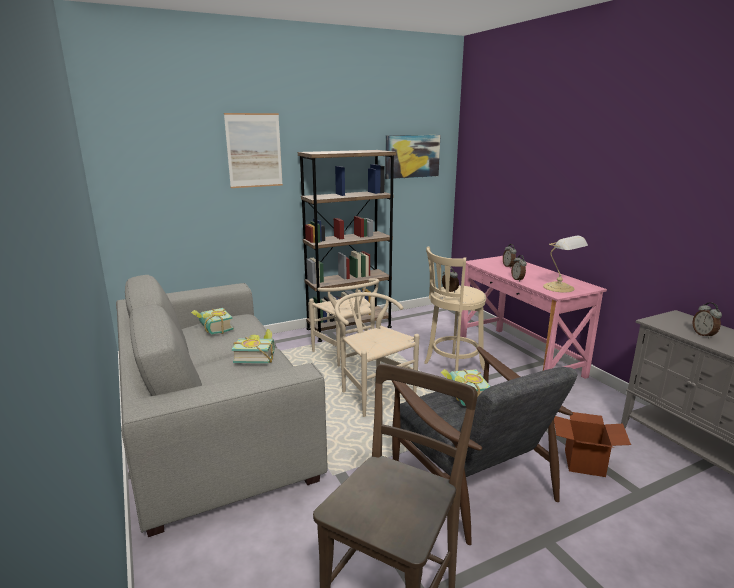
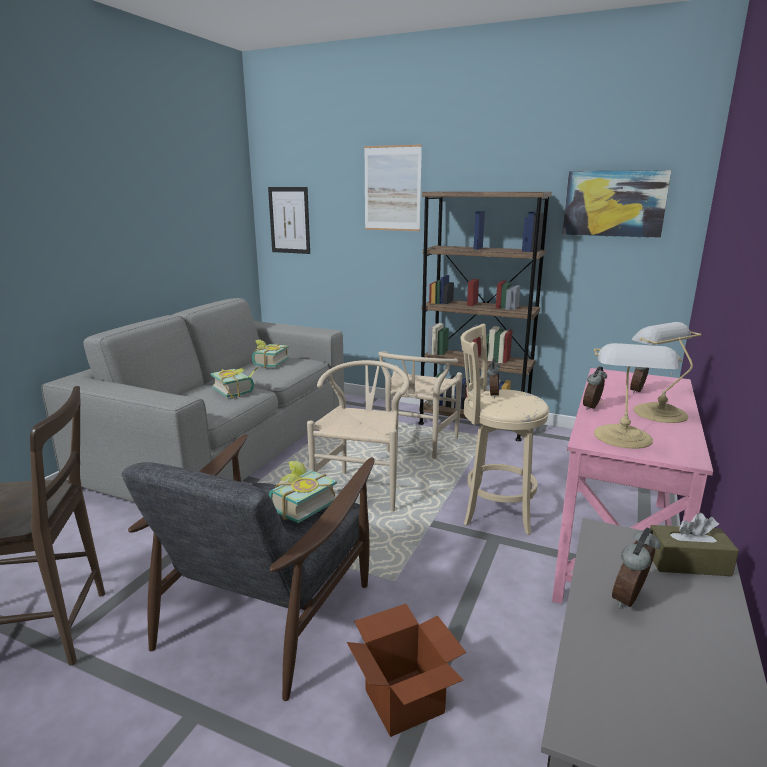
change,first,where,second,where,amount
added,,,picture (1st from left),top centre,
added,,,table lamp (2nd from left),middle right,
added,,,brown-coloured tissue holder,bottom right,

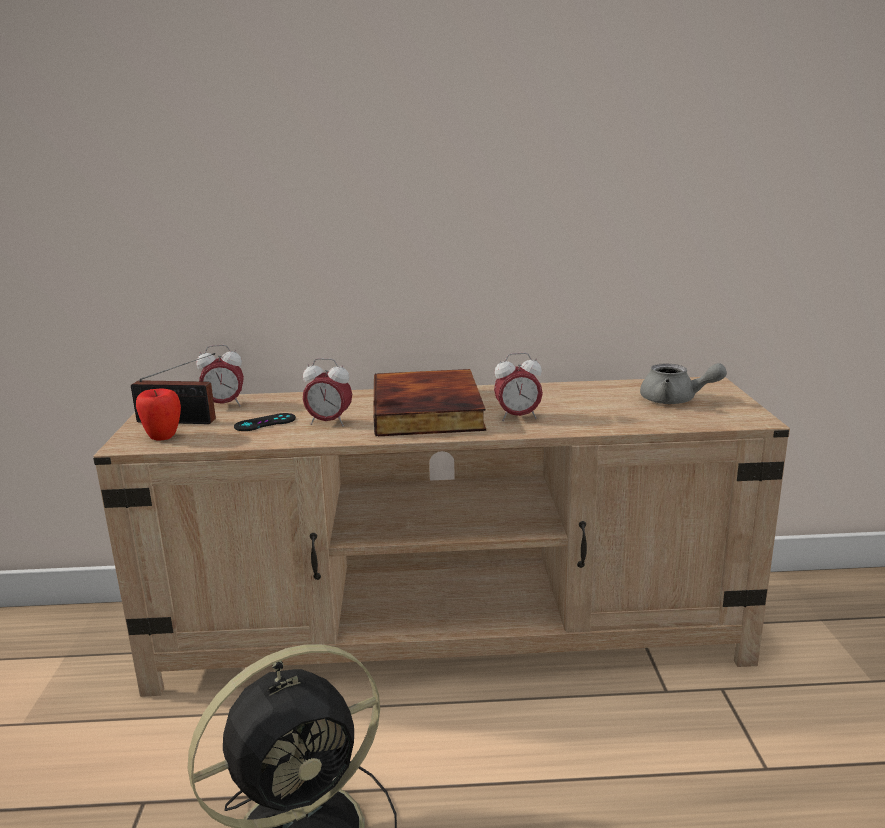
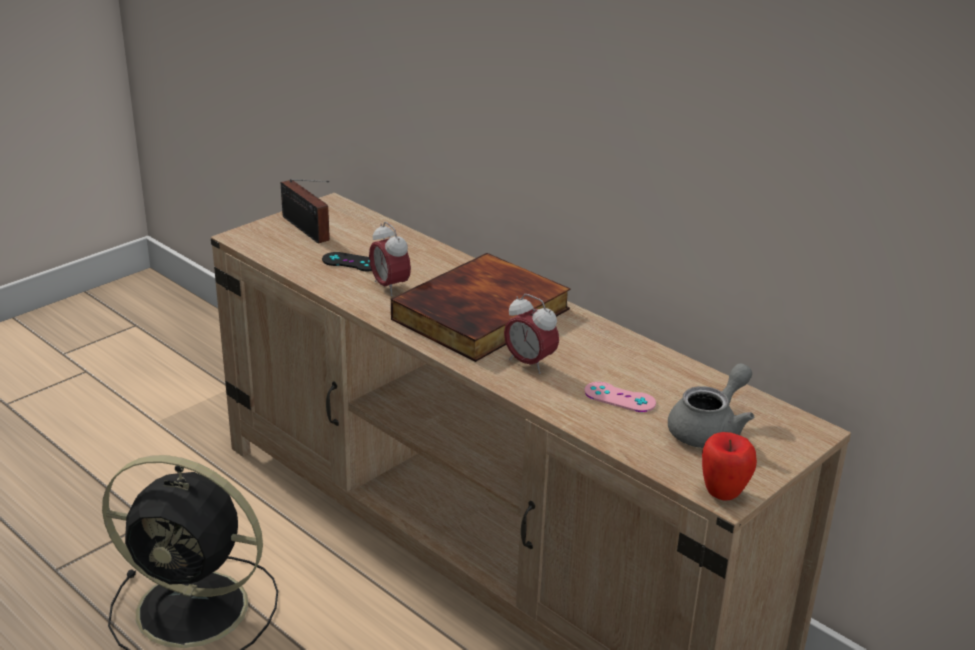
change,first,where,second,where,amount
removed,table clock (1st from left),middle left,,,
added,,,pink gamepad,centre,
moved,whole apple,middle left,,bottom right,
turned,grey pot for tea,middle right,,middle right,120 degrees counterclockwise

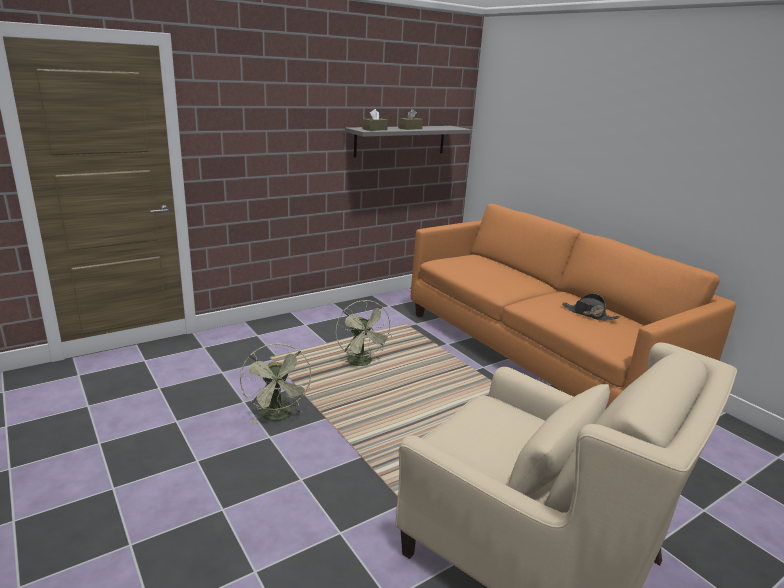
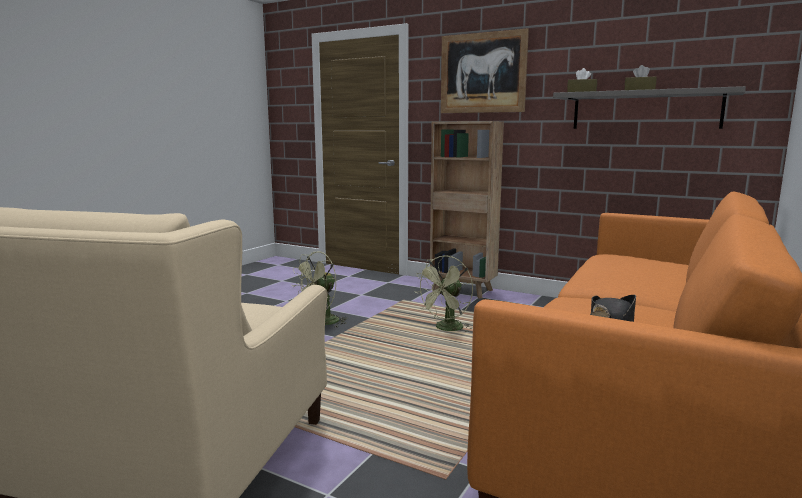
change,first,where,second,where,amount
added,,,brown-coloured bookshelf,centre,
added,,,picture,top centre,

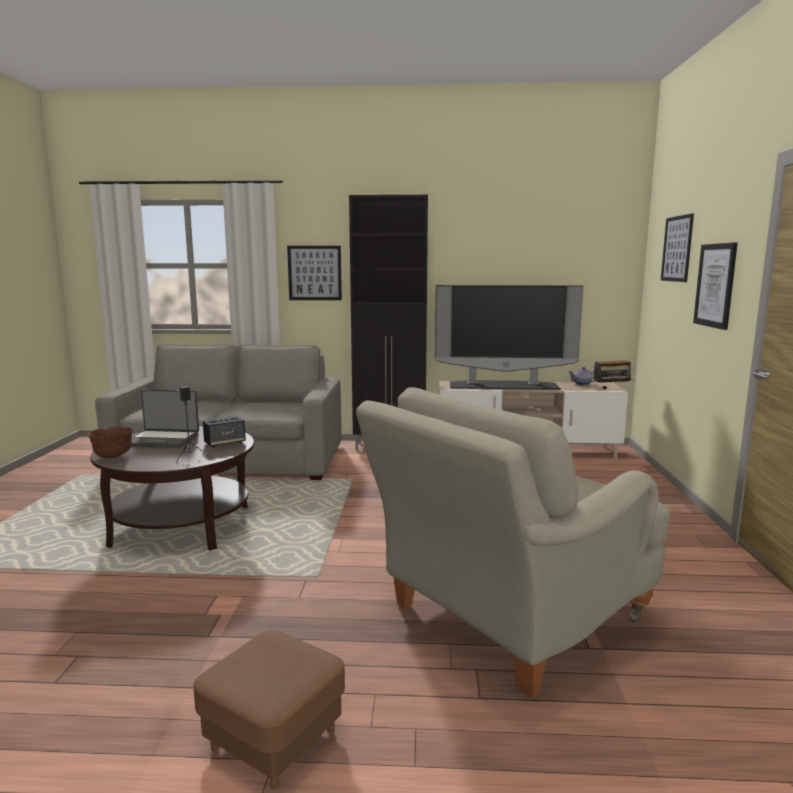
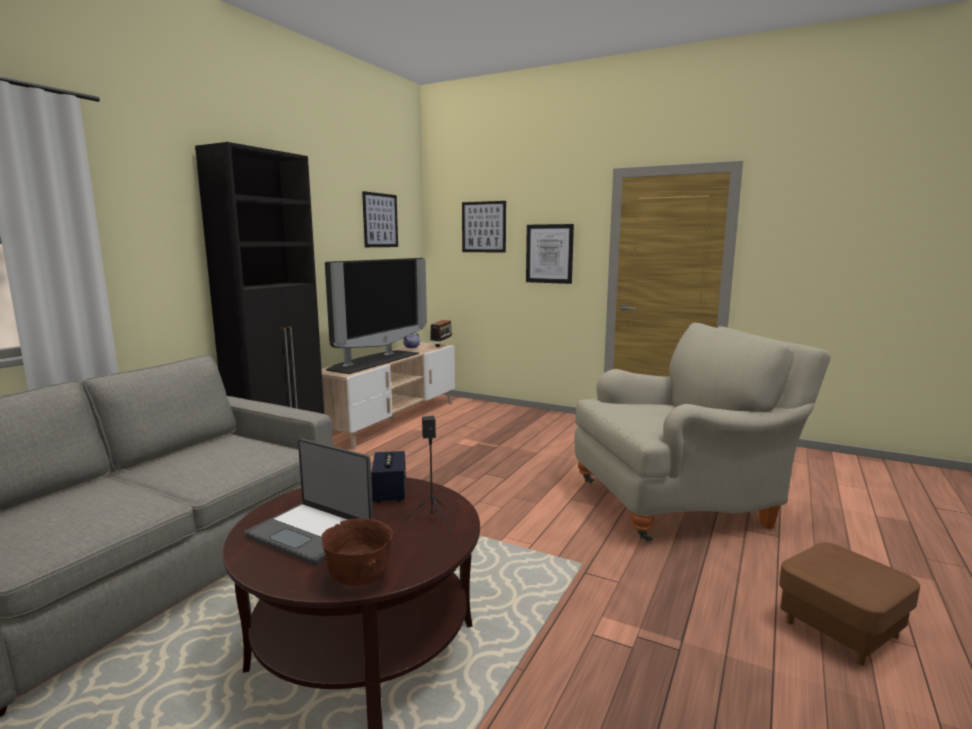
change,first,where,second,where,amount
moved,picture (1st from left),centre,,top centre,
turned,portable computer,middle left,,bottom left,90 degrees clockwise
turned,sand-coloured easy chair,bottom centre,,middle right,90 degrees counterclockwise

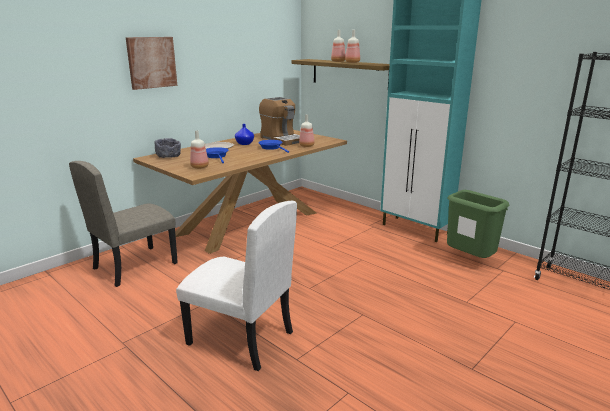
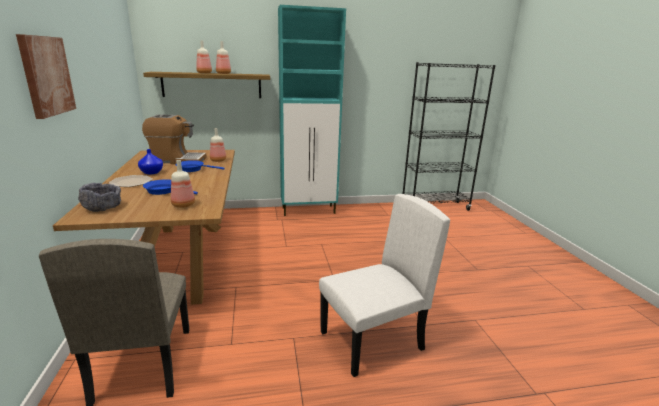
change,first,where,second,where,amount
removed,green-coloured rubbish bin,middle right,,,

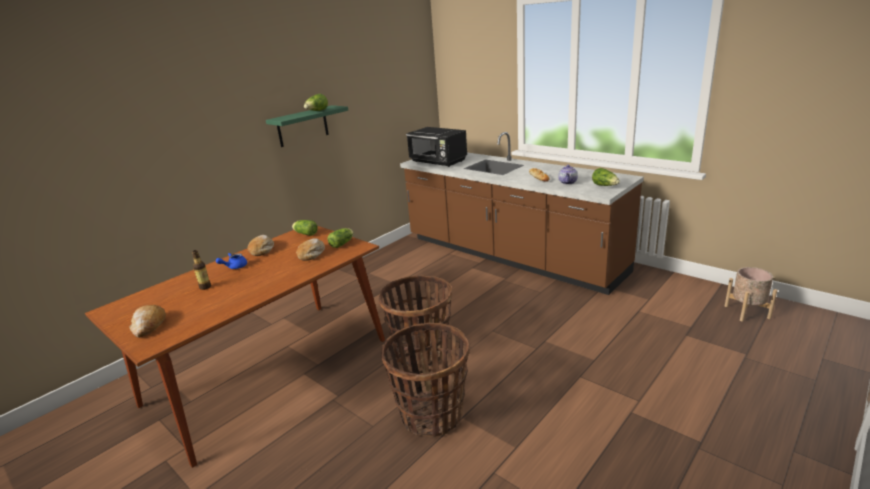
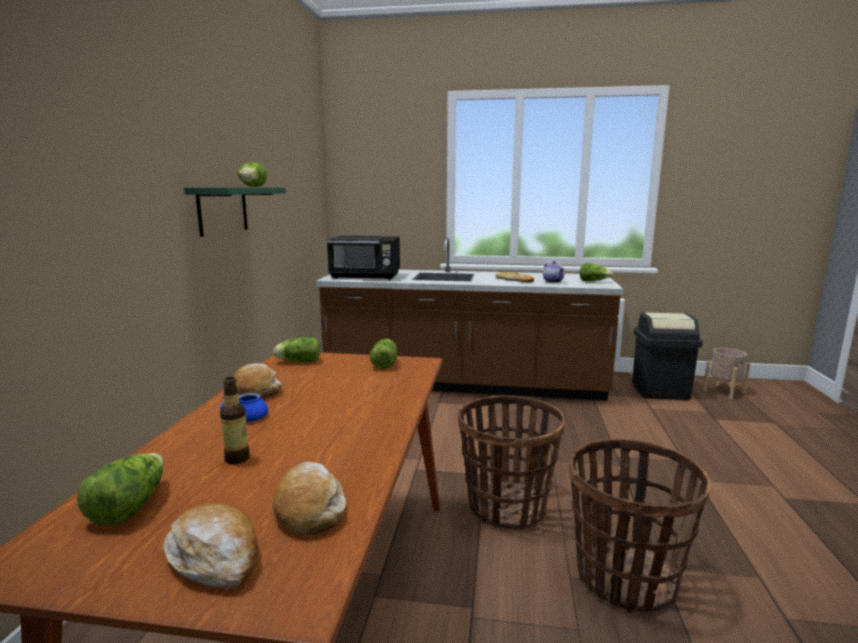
change,first,where,second,where,amount
added,,,head of lettuce (1st from left),bottom left,
added,,,blackish rubbish bin,middle right,
moved,bakery bread (3rd from left),centre,,bottom centre,

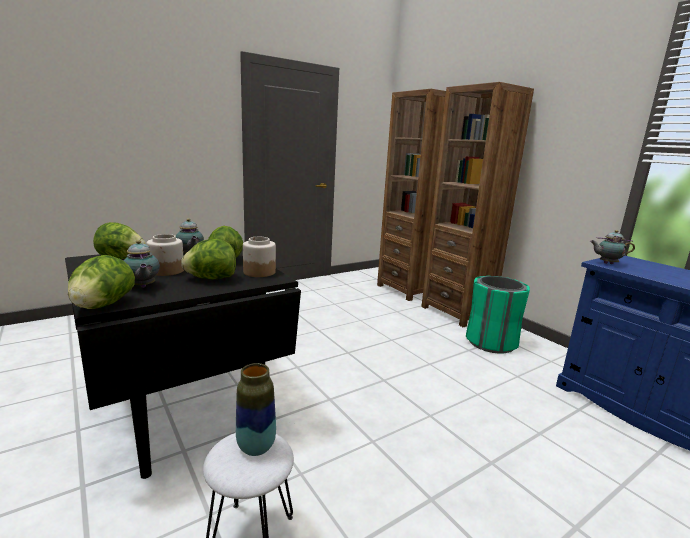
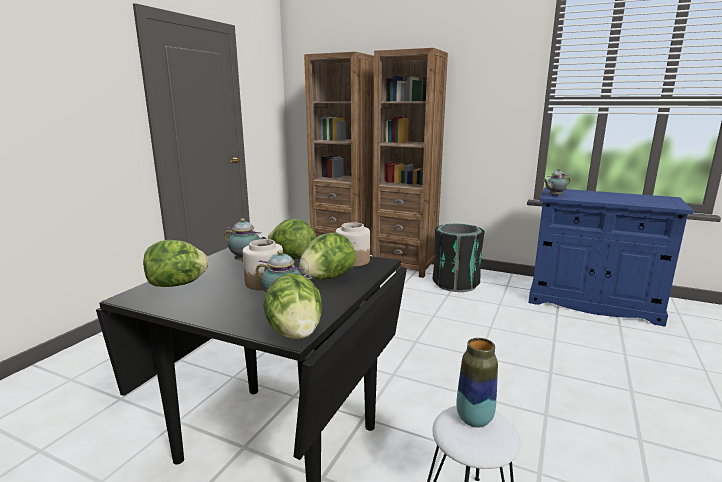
change,first,where,second,where,amount
recoloured,green-coloured rubbish bin,middle right,blackish rubbish bin,centre,

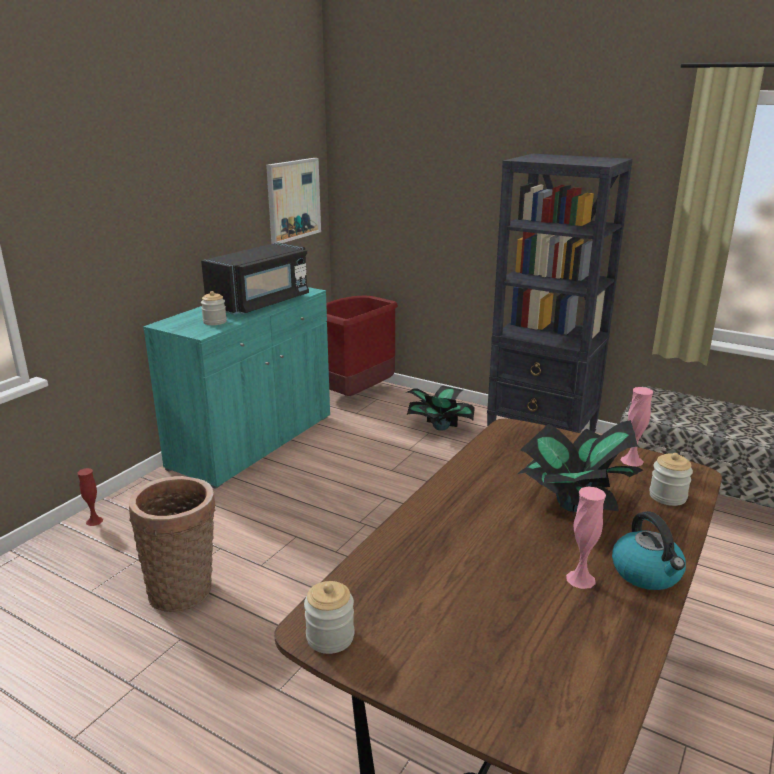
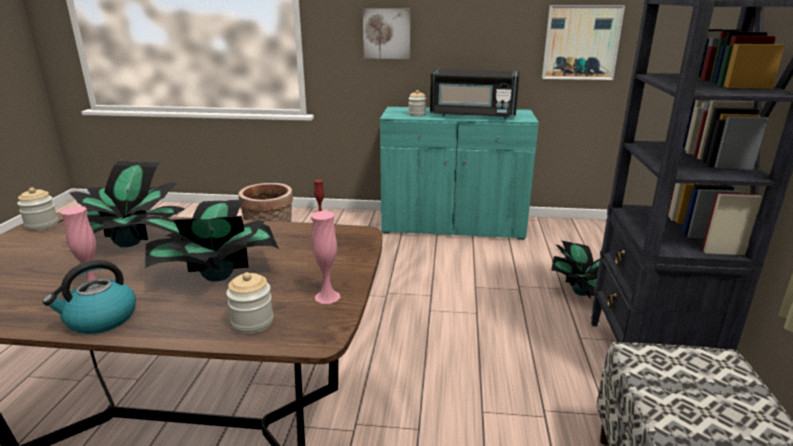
change,first,where,second,where,amount
removed,red rubbish bin,centre,,,
added,,,houseplant (1st from left),middle left,
added,,,picture (1st from left),top centre,

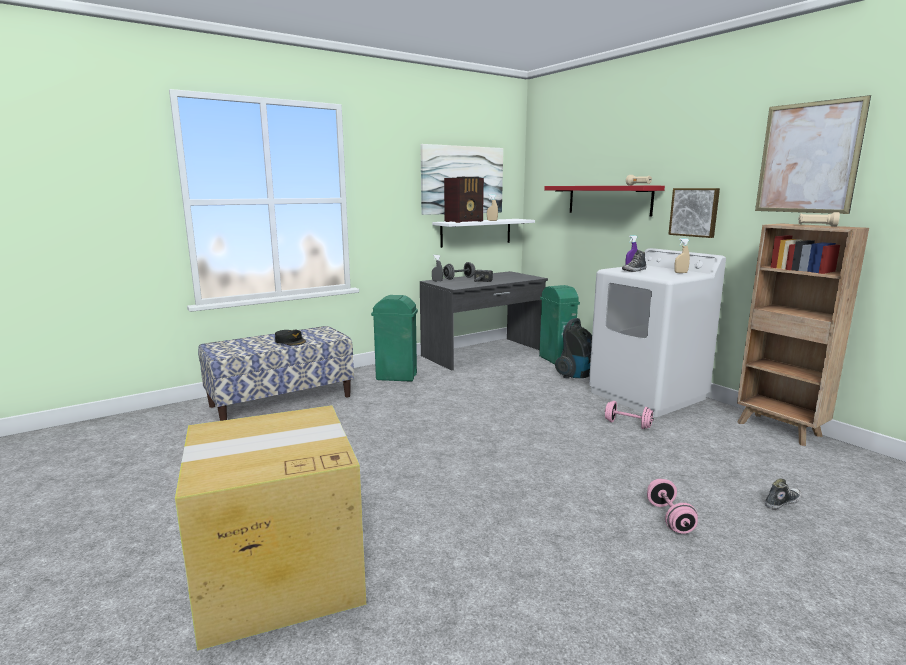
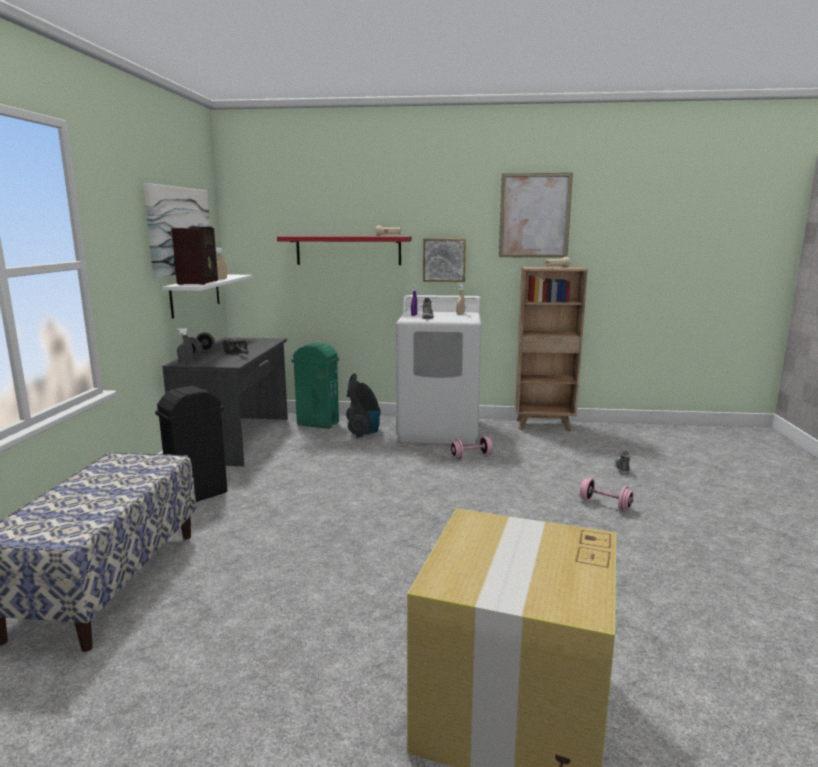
change,first,where,second,where,amount
removed,blackish peaked cap,middle left,,,
recoloured,green-coloured rubbish bin (1st from left),centre,blackish rubbish bin,middle left,

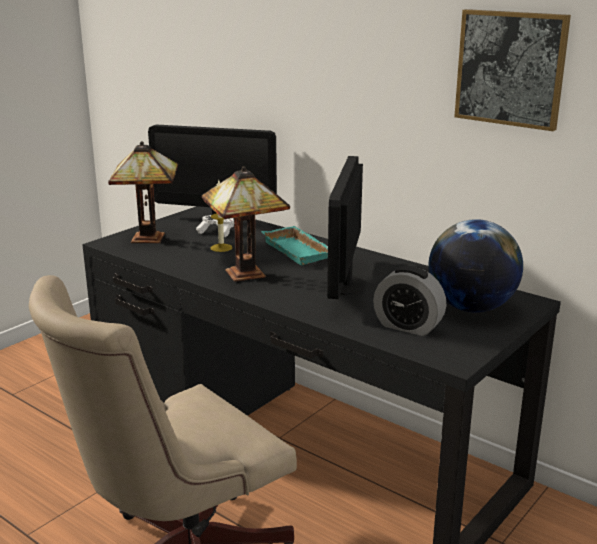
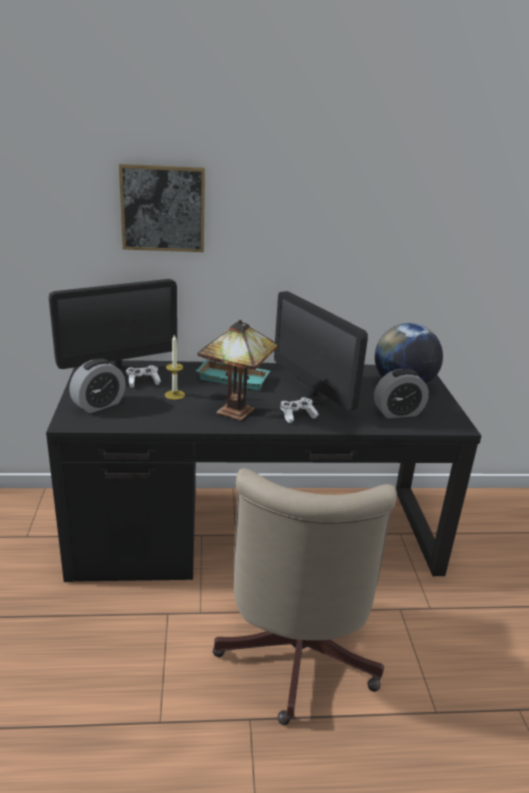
change,first,where,second,where,amount
added,,,white-coloured gamepad (2nd from left),centre,
moved,picture,top right,,top left,
replaced,table lamp (1st from left),middle left,table clock (1st from left),middle left,

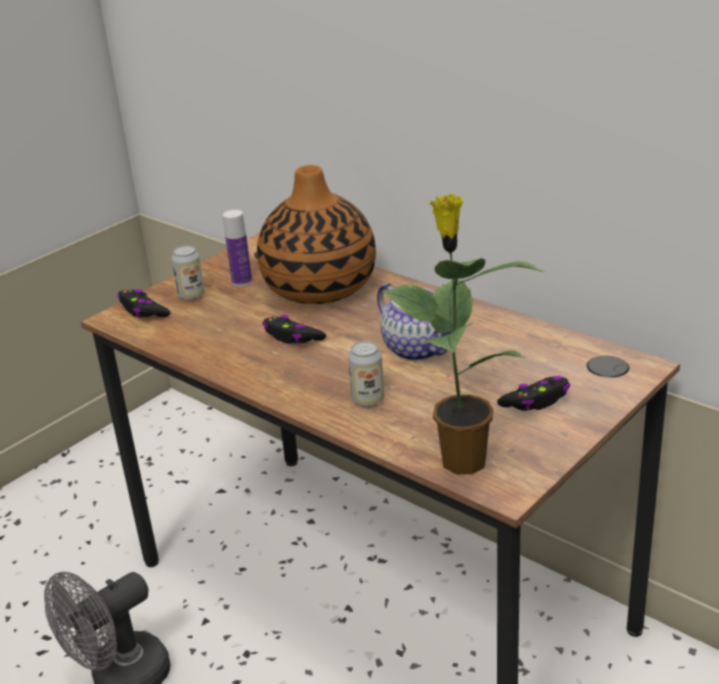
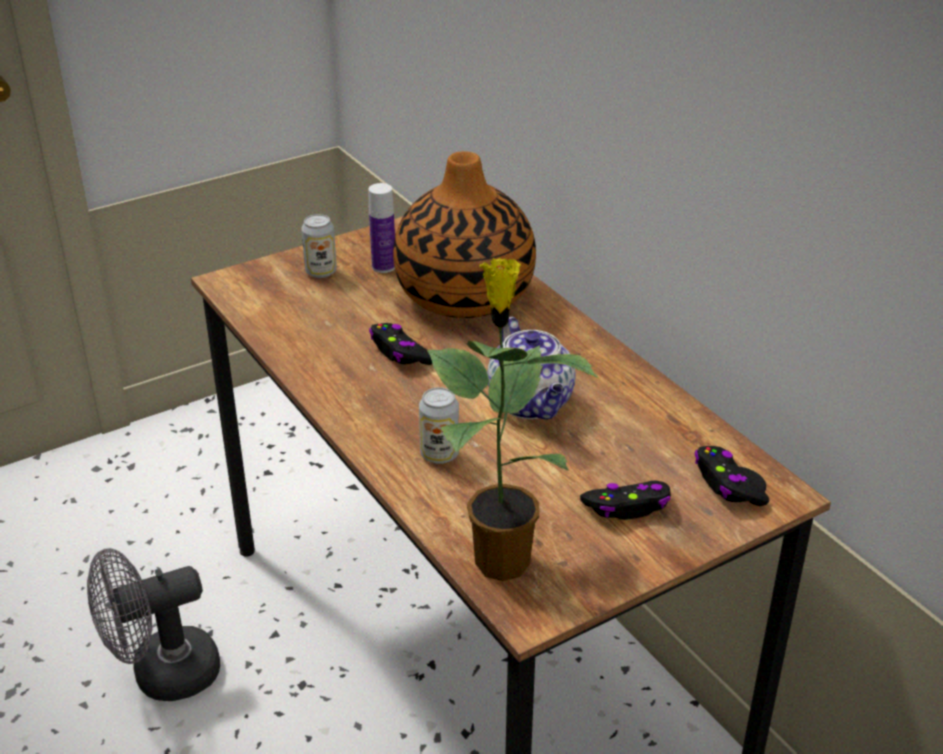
change,first,where,second,where,amount
moved,blackish gamepad (1st from left in the first image),middle left,blackish gamepad (3rd from left),middle right,

